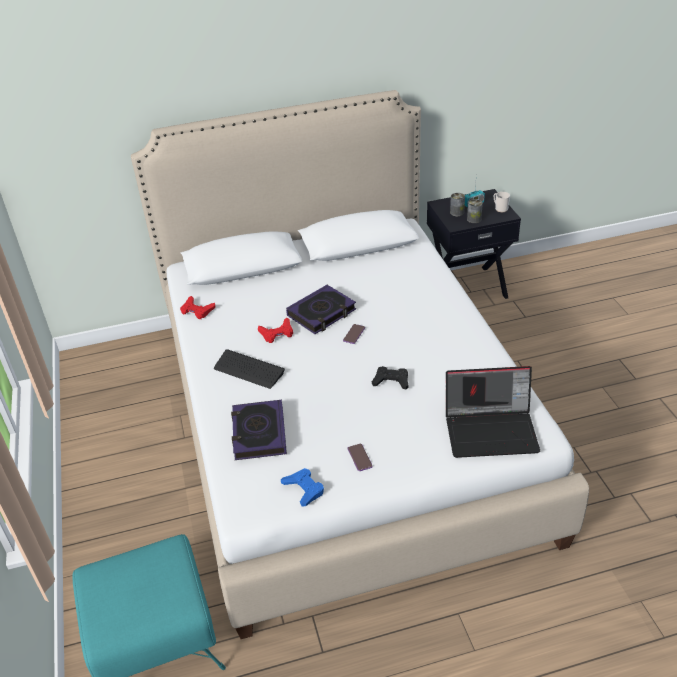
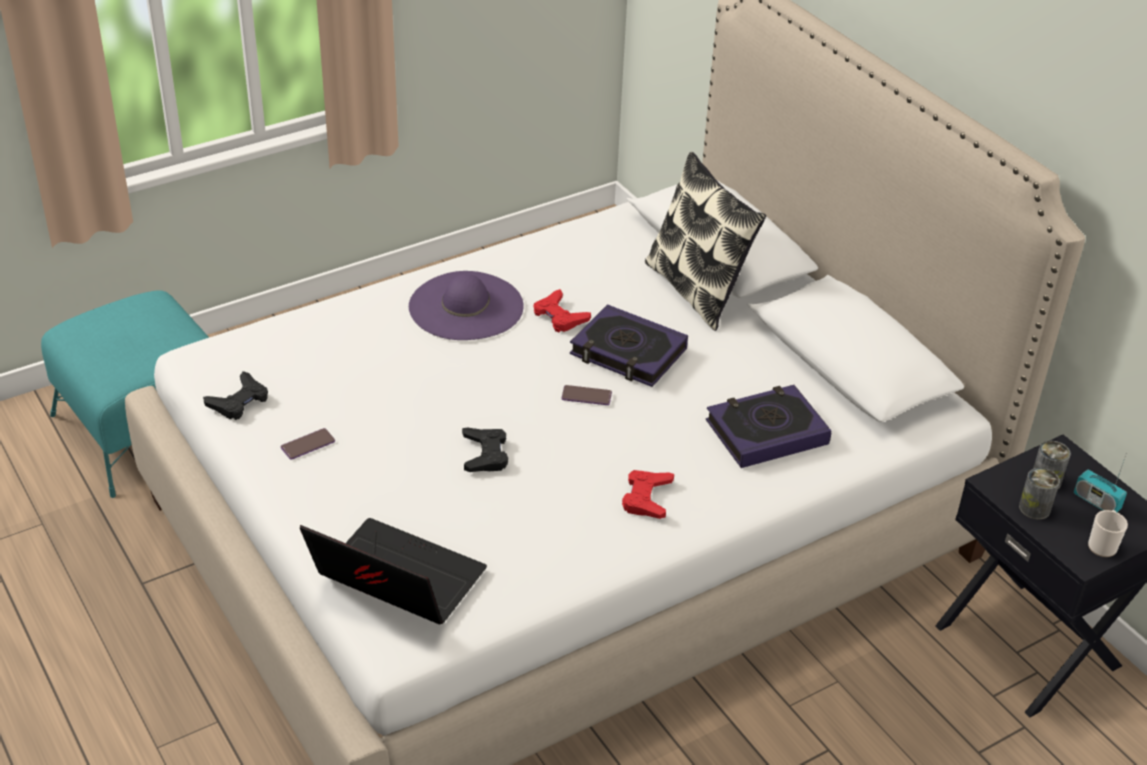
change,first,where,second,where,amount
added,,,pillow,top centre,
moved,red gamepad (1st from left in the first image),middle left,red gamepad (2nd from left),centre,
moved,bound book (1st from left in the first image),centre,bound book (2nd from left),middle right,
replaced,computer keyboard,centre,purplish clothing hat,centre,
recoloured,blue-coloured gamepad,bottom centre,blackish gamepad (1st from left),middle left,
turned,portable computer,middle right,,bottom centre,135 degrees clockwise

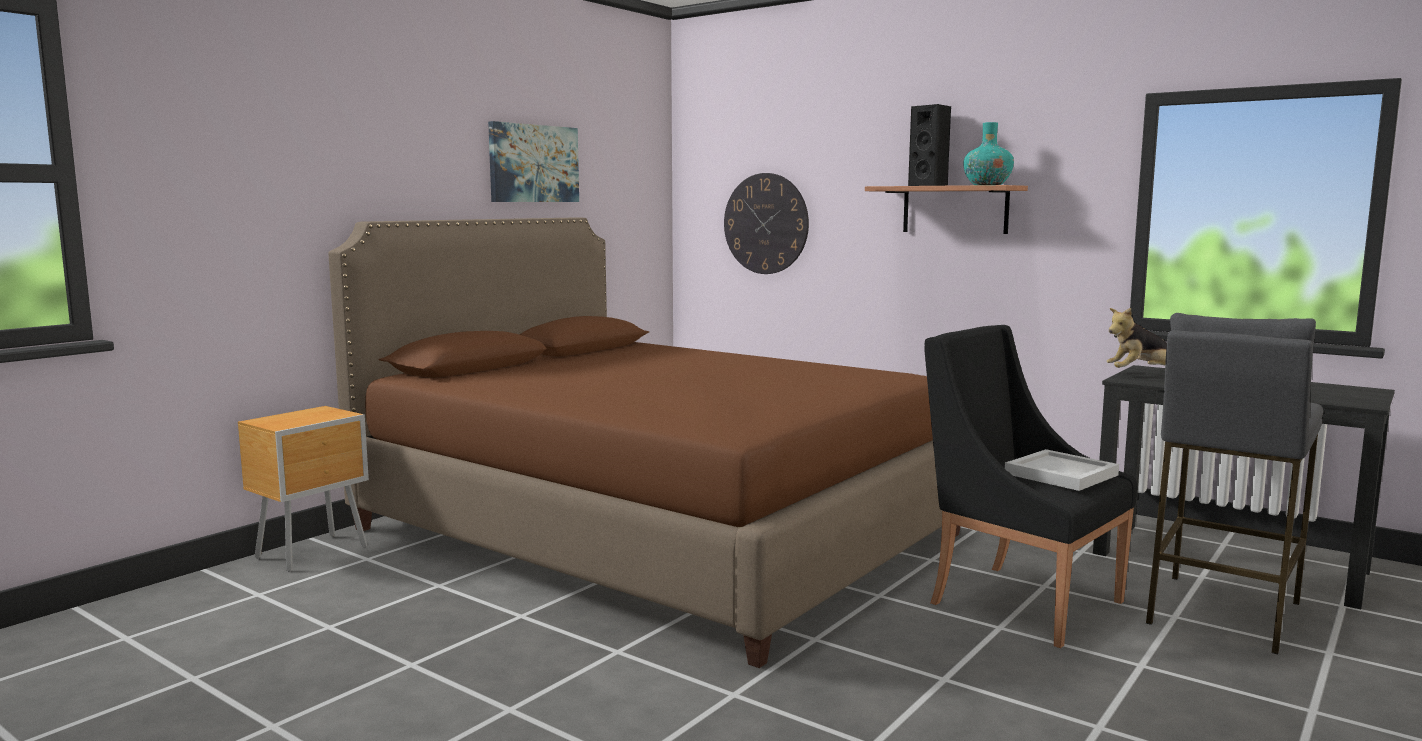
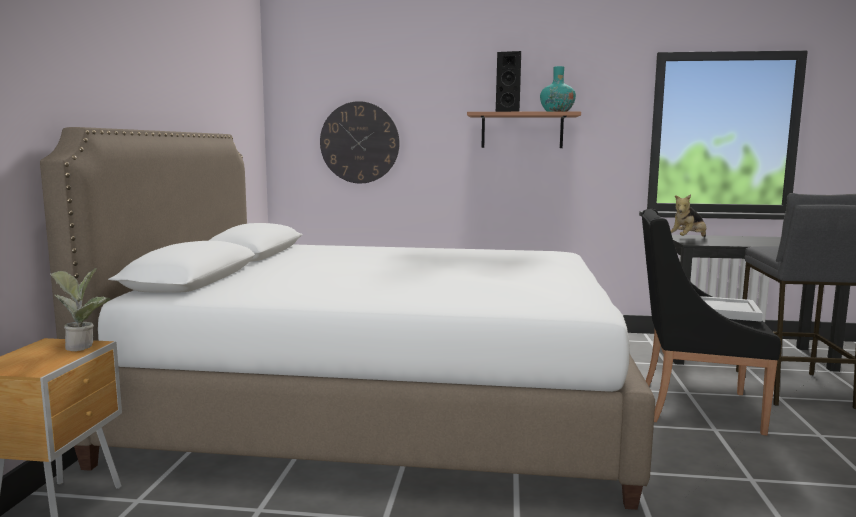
change,first,where,second,where,amount
removed,picture,top centre,,,
added,,,houseplant,middle left,
recoloured,brown-coloured bed,centre,white-coloured bed,centre,

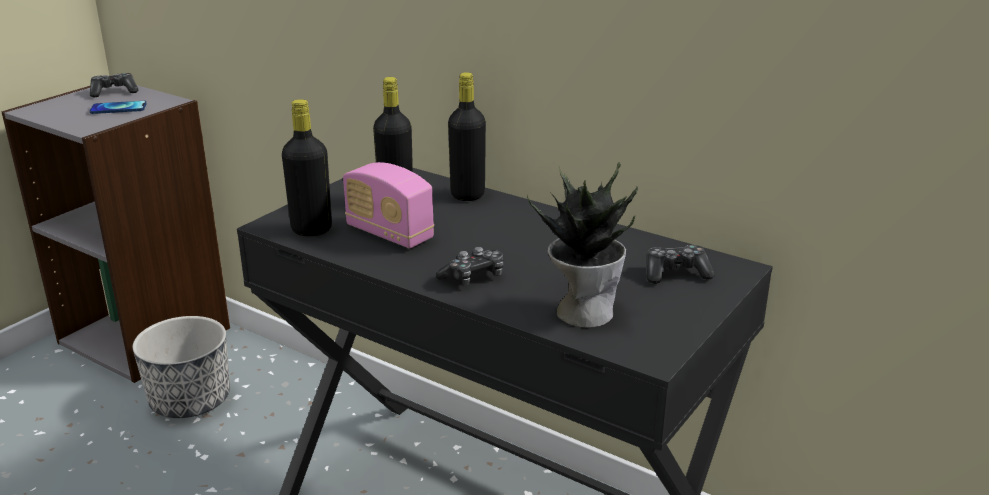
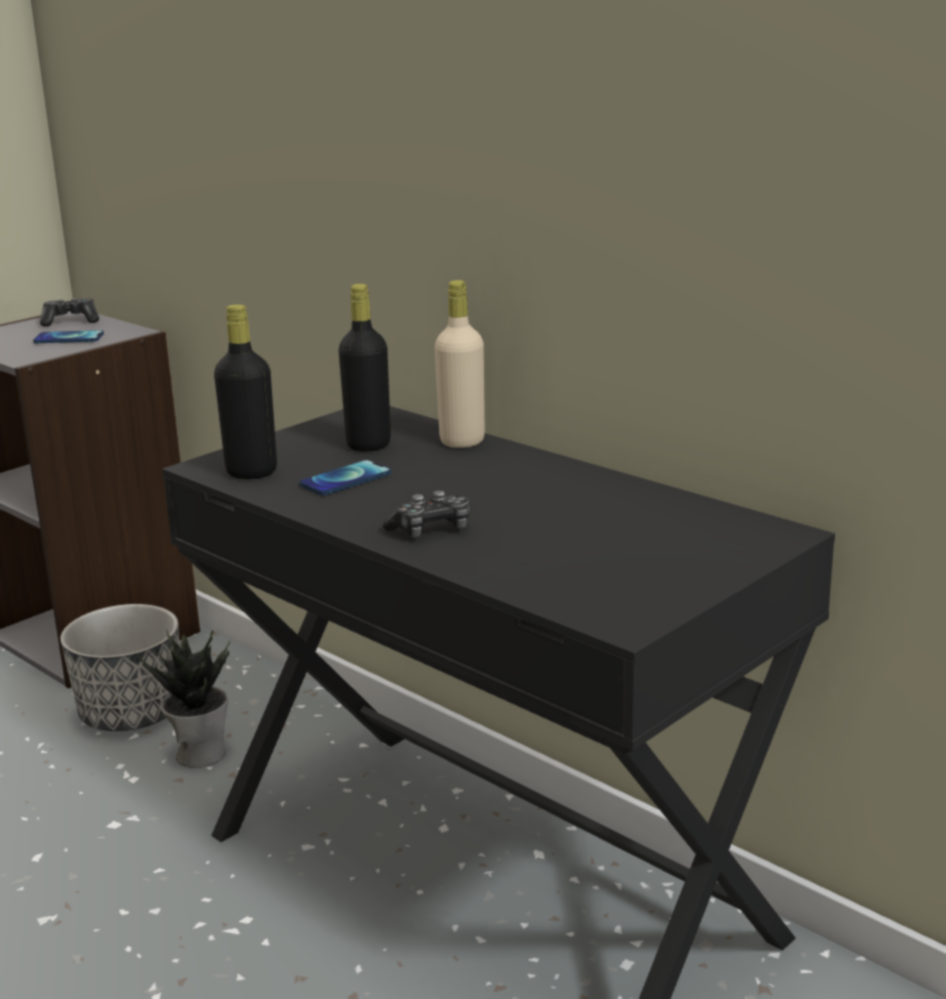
change,first,where,second,where,amount
removed,gamepad (3rd from left),middle right,,,
moved,houseplant,centre,,bottom left,
replaced,radio,centre,telephone (2nd from left),centre,
recoloured,blackish drink bottle (3rd from left),top centre,sand-coloured drink bottle,centre,

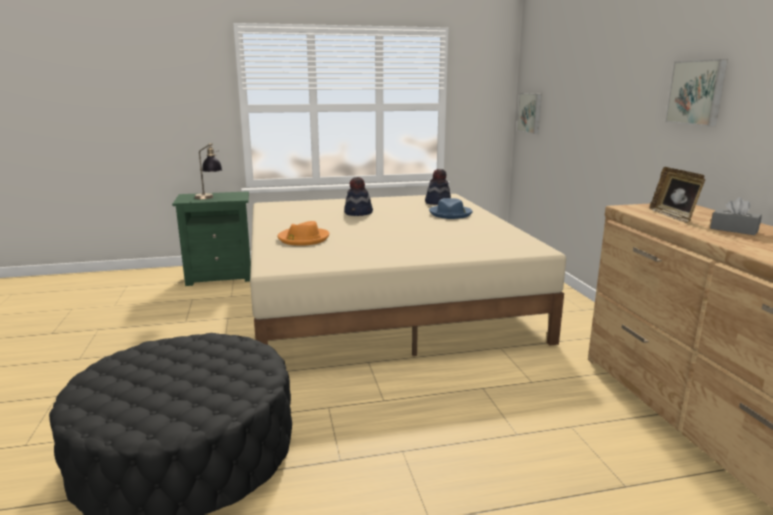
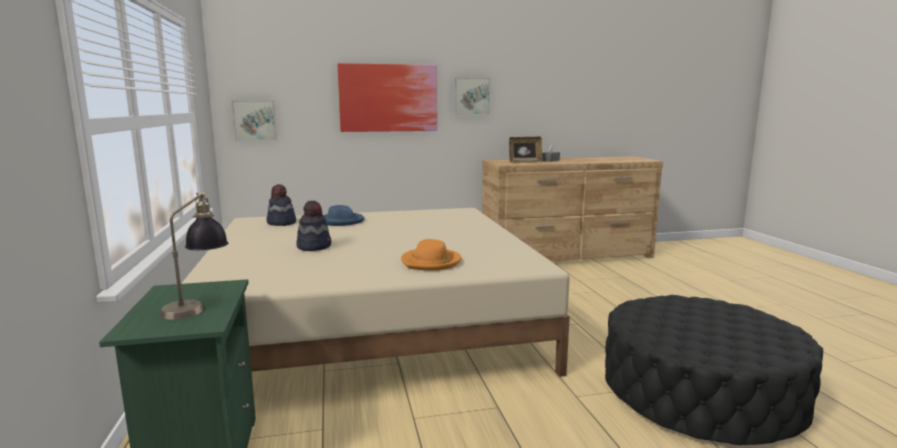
change,first,where,second,where,amount
added,,,picture (2nd from left),top centre,

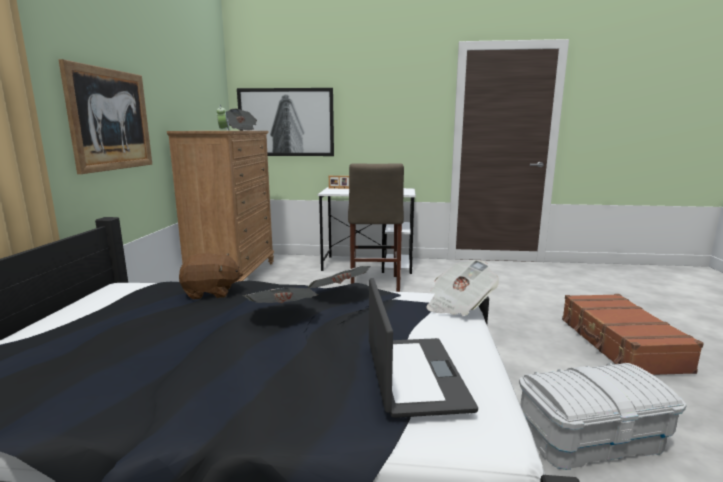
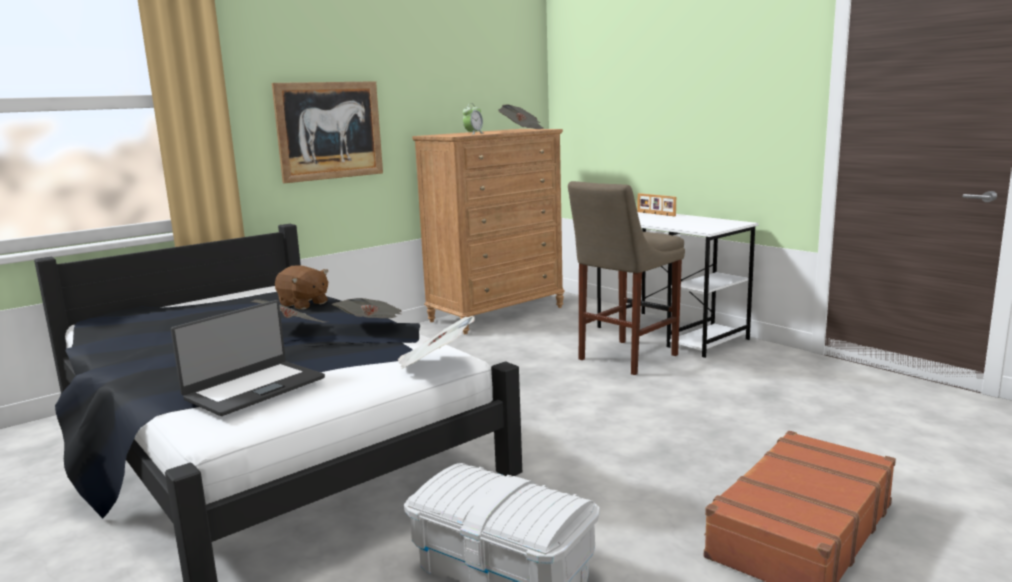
change,first,where,second,where,amount
removed,picture (2nd from left),top centre,,,

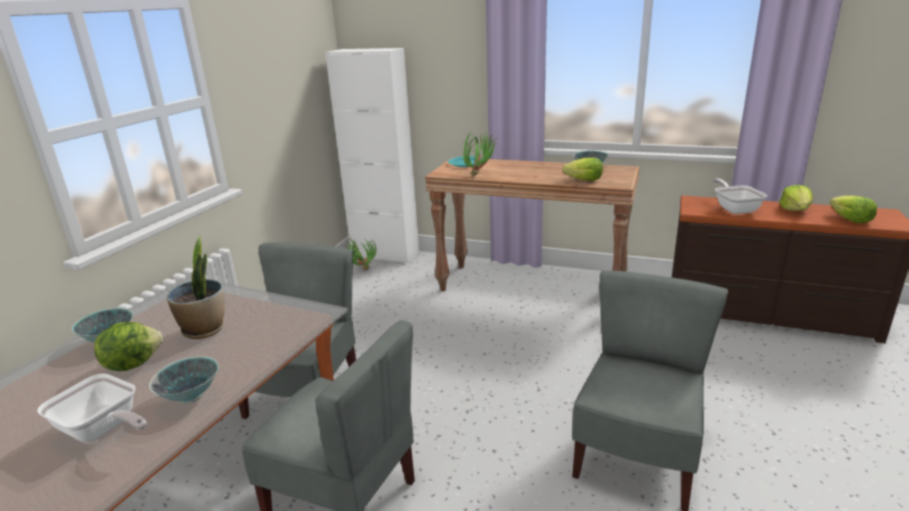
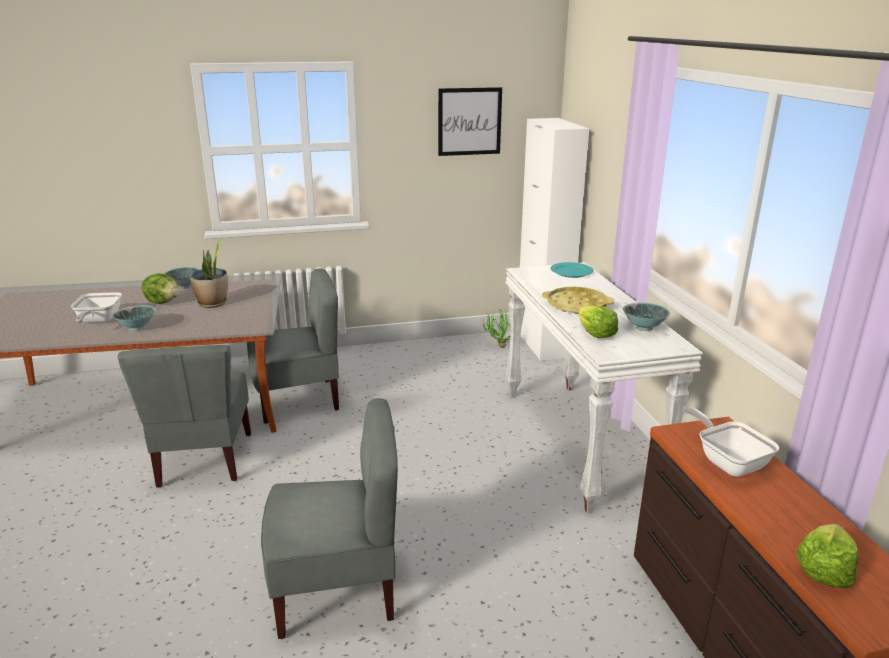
change,first,where,second,where,amount
removed,houseplant (3rd from left),top centre,,,
removed,head of lettuce (3rd from left),middle right,,,
added,,,picture,top centre,
added,,,yellow serving tray,centre,
recoloured,brown-coloured narrow table,centre,white-coloured narrow table,middle right,
turned,pan (2nd from left),middle right,,bottom right,75 degrees counterclockwise

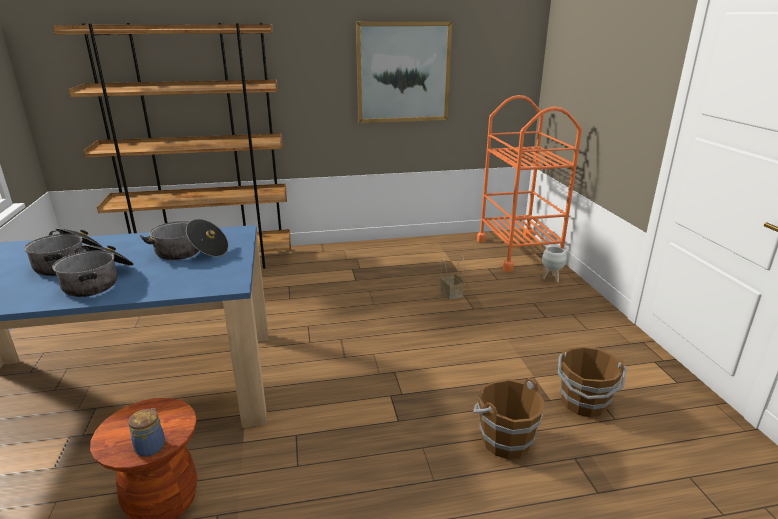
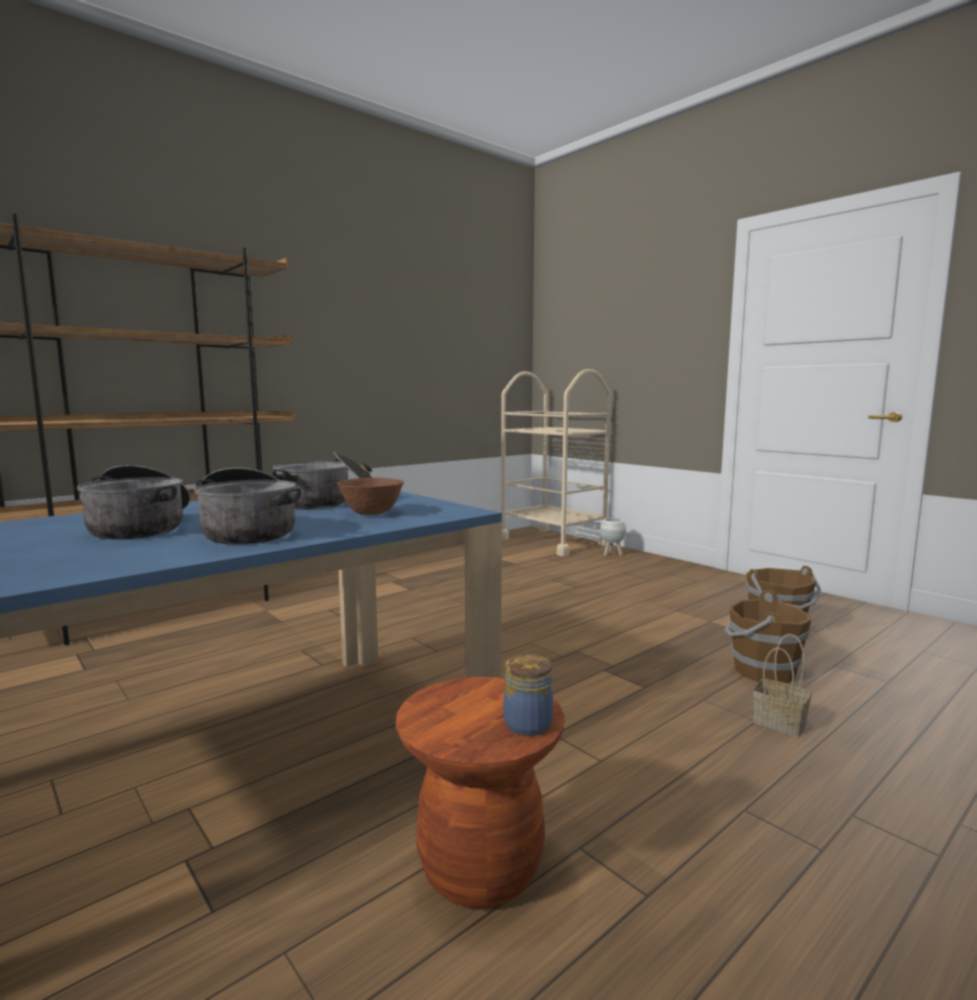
change,first,where,second,where,amount
removed,picture,top centre,,,
added,,,brown-coloured deep dish,centre,
moved,household basket,centre,,bottom right,
recoloured,orange-coloured wheeled cart,middle right,sand-coloured wheeled cart,centre,

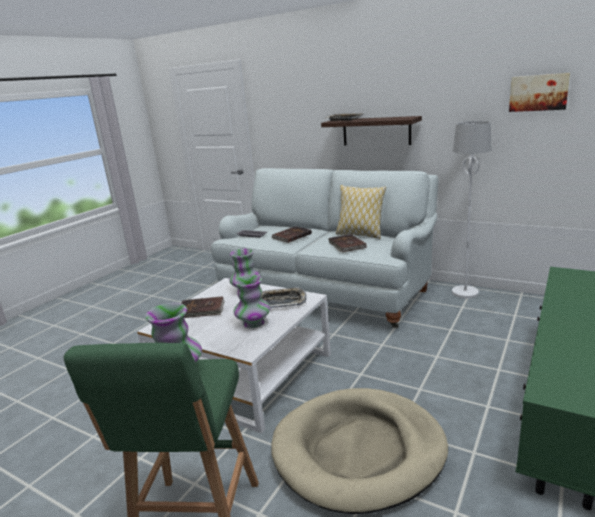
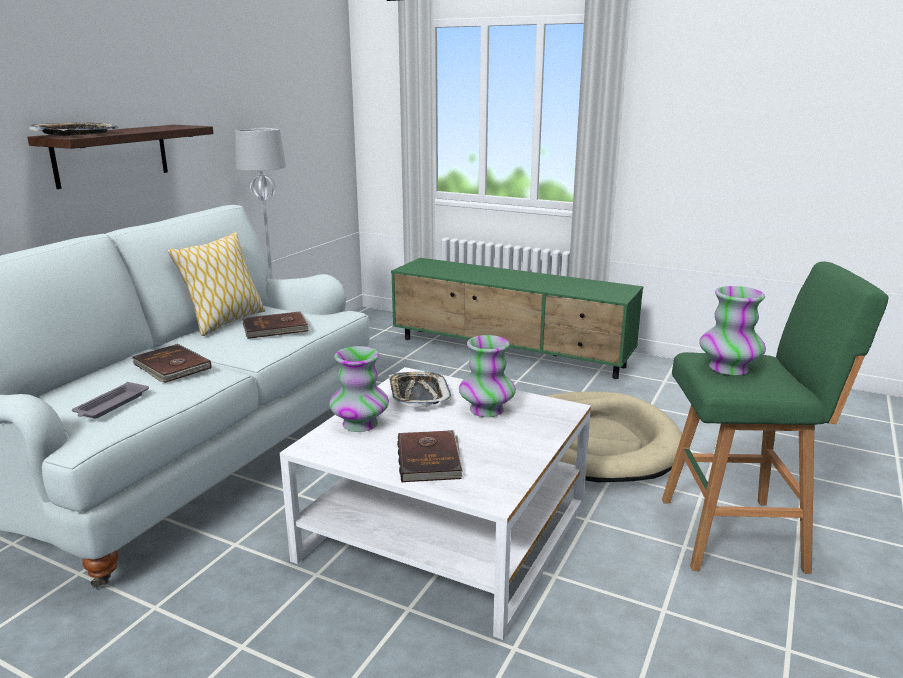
change,first,where,second,where,amount
removed,picture,top right,,,

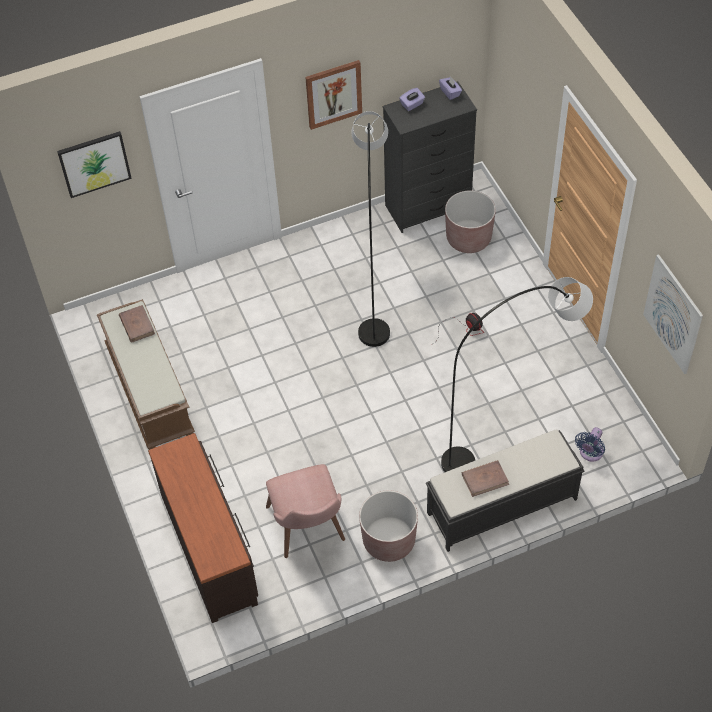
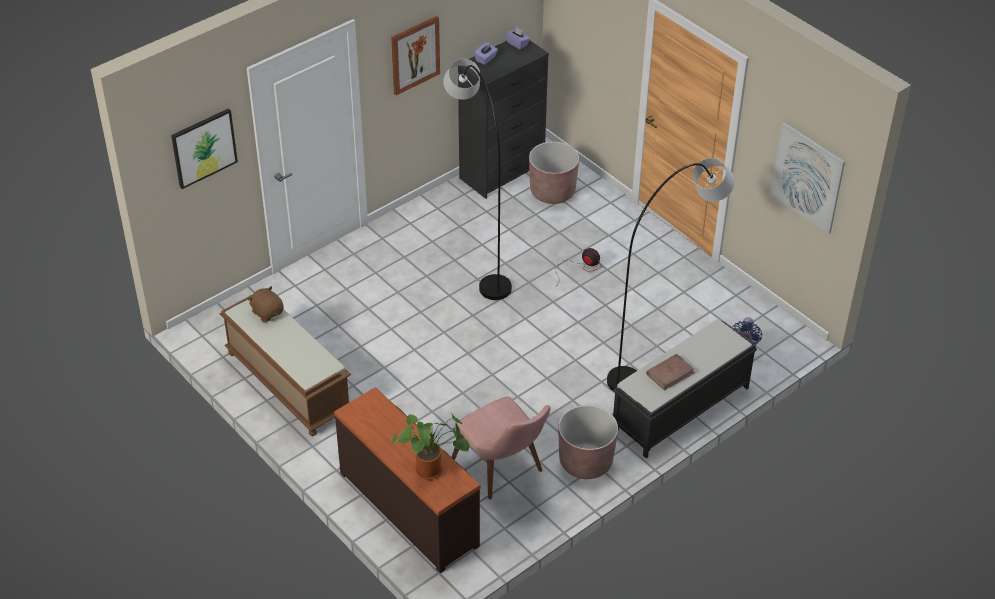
change,first,where,second,where,amount
added,,,houseplant,bottom centre,
replaced,brown-coloured bound book (1st from left),middle left,brown-coloured cuddly toy,middle left,

